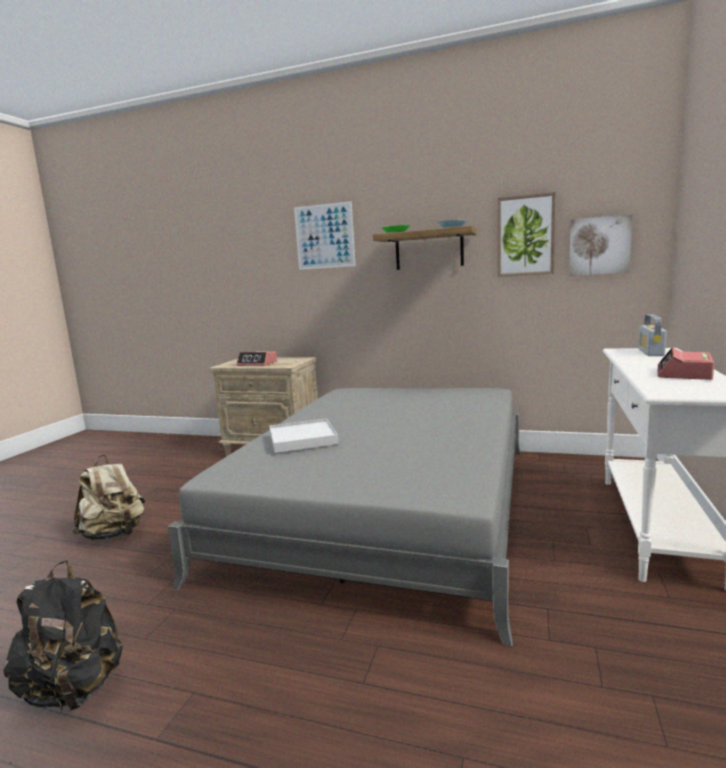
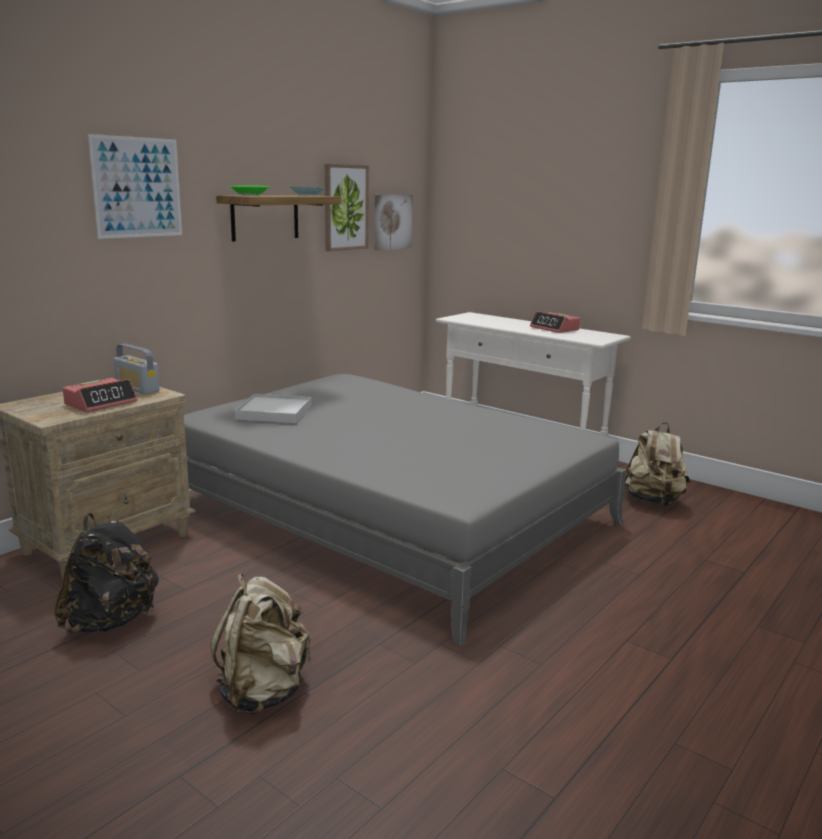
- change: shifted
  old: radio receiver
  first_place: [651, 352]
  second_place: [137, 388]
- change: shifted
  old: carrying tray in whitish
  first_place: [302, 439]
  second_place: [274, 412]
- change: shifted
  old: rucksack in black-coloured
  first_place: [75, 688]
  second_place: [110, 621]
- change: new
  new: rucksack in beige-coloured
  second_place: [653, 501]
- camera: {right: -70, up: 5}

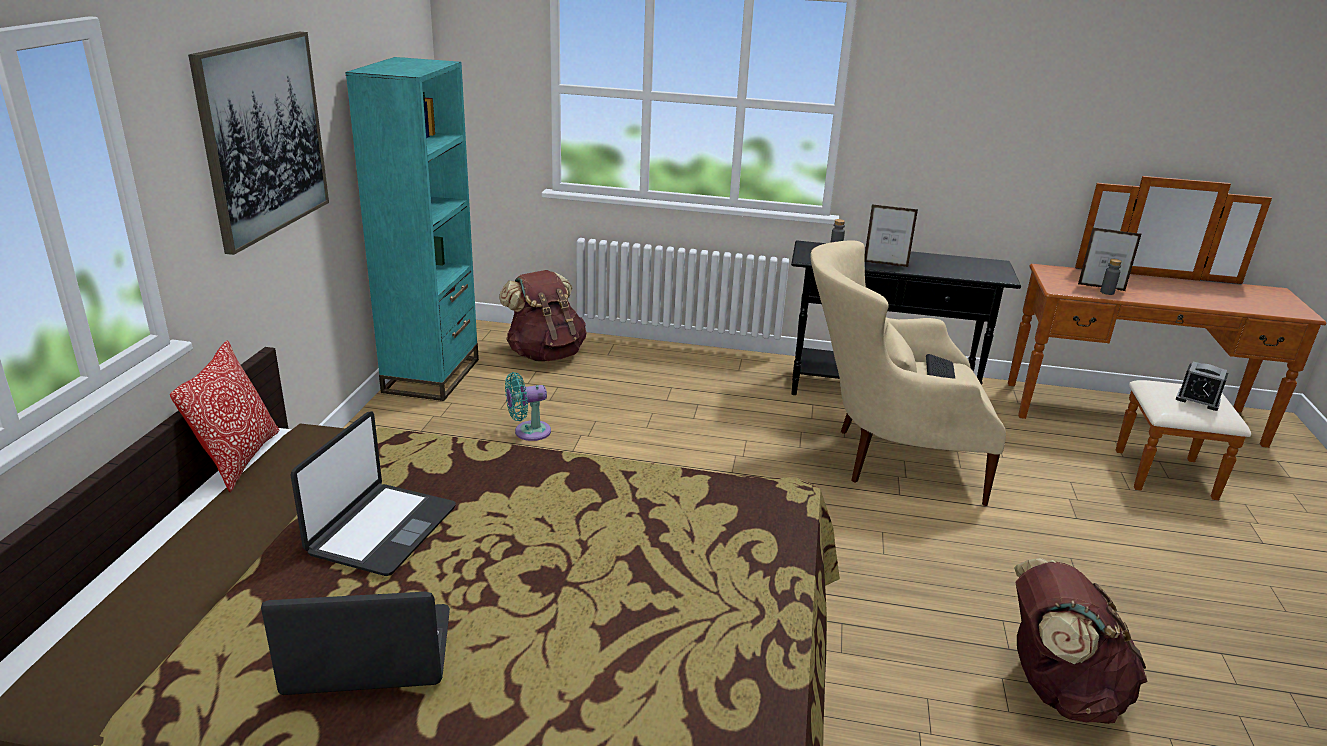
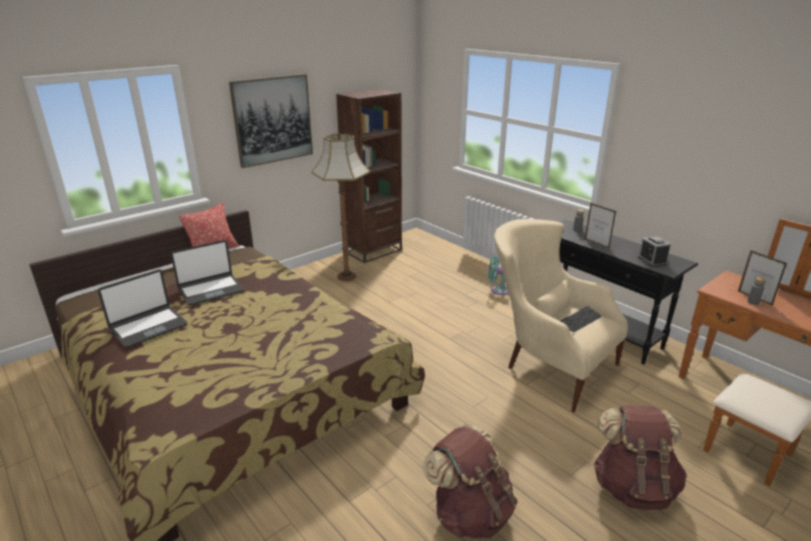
- change: repainted
  old: bookshelf in turquoise-coloured
  new: bookshelf in brownish
  first_place: [432, 375]
  second_place: [373, 251]
- change: shifted
  old: rucksack in brownish
  first_place: [545, 354]
  second_place: [633, 487]
- change: shifted
  old: table clock
  first_place: [1197, 400]
  second_place: [652, 260]
- change: shifted
  old: fan in turquoise-coloured
  first_place: [528, 432]
  second_place: [498, 290]
- change: rotated
  old: portable computer
  first_place: [369, 655]
  second_place: [148, 327]
  degrees: 105
- change: new
  new: standing lamp
  second_place: [346, 276]
- camera: {right: 40, up: 0}

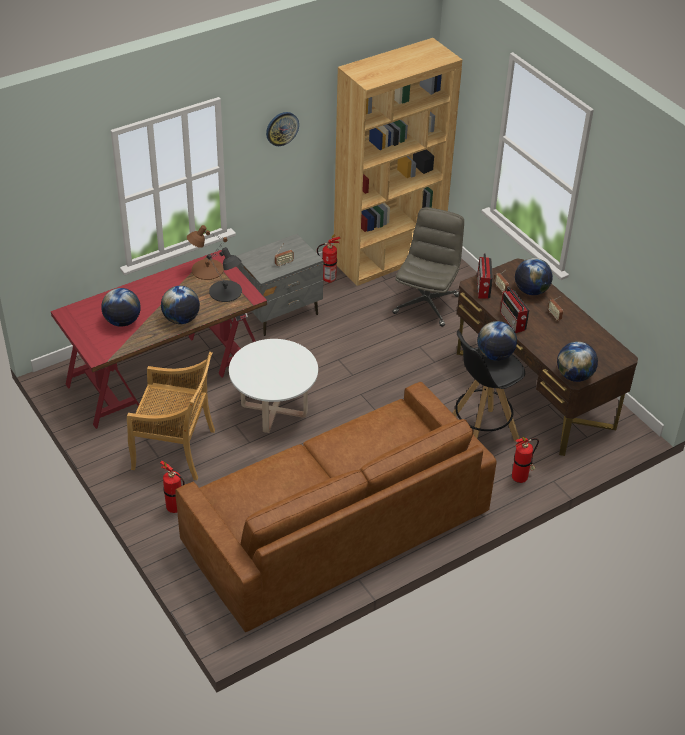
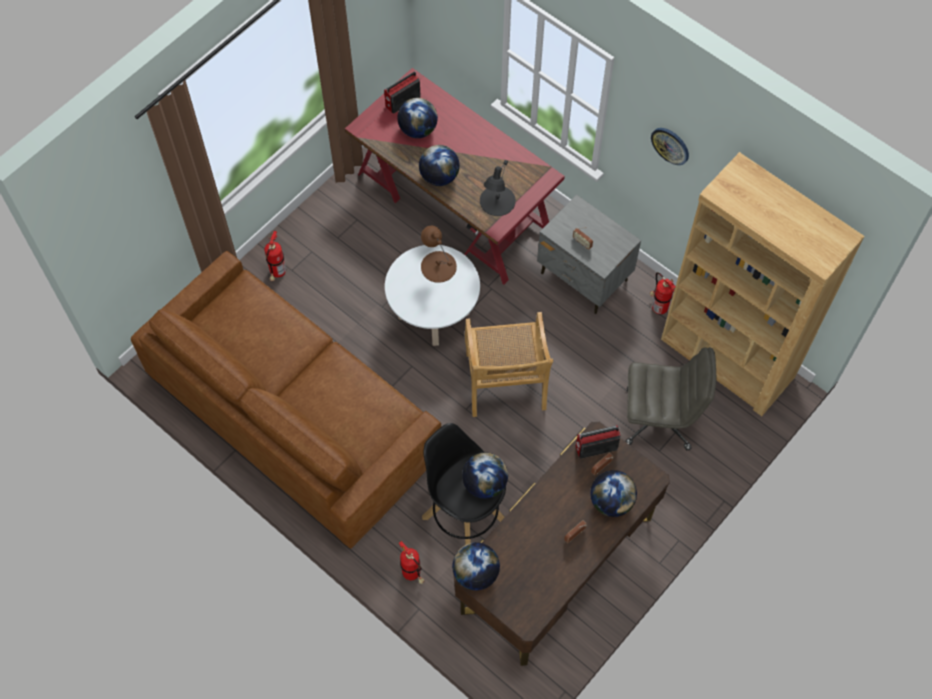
- change: shifted
  old: table lamp in brownish
  first_place: [207, 269]
  second_place: [438, 266]
- change: shifted
  old: radio receiver
  first_place: [513, 321]
  second_place: [402, 101]
- change: shifted
  old: upright chair in beige-coloured
  first_place: [175, 450]
  second_place: [505, 383]
- camera: {right: 75, up: 20}

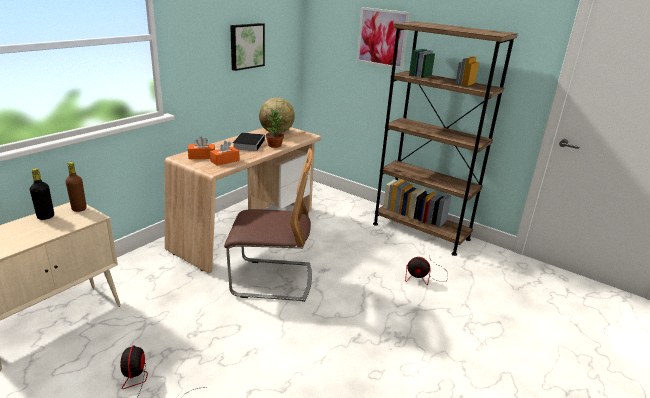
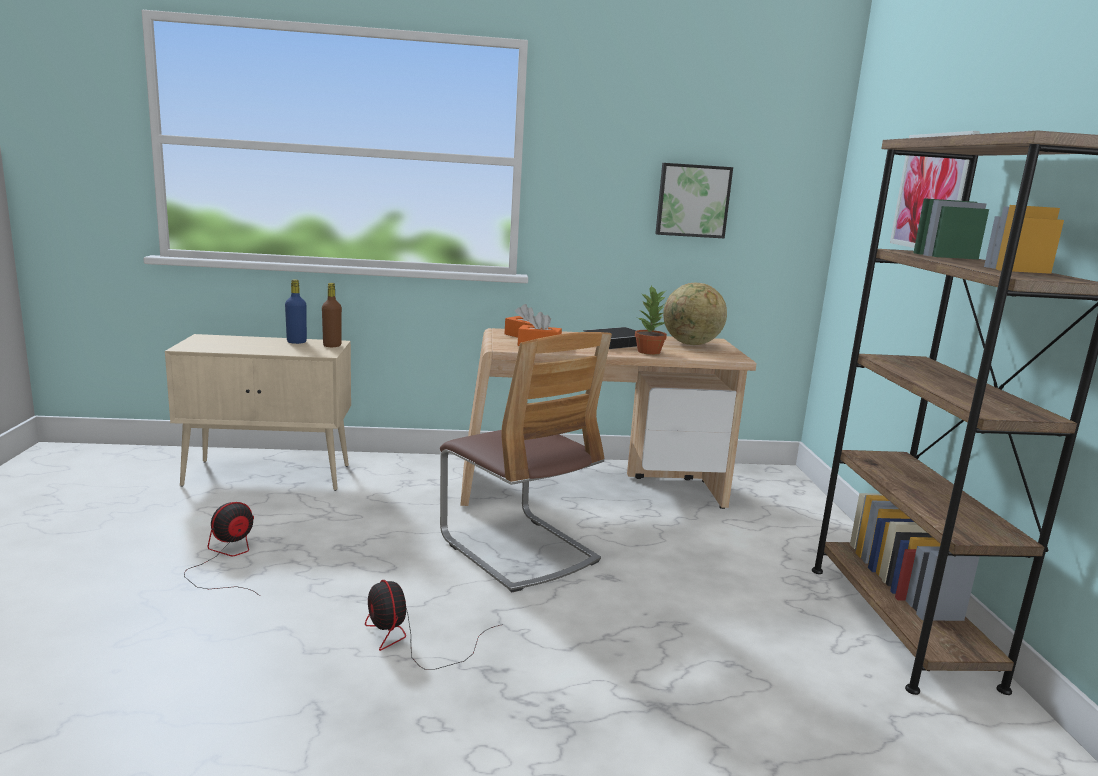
- change: repainted
  old: beverage bottle in black-coloured
  new: beverage bottle in blue-coloured
  first_place: [46, 217]
  second_place: [296, 342]
- change: shifted
  old: fan
  first_place: [424, 276]
  second_place: [411, 641]
- camera: {right: 50, up: -10}

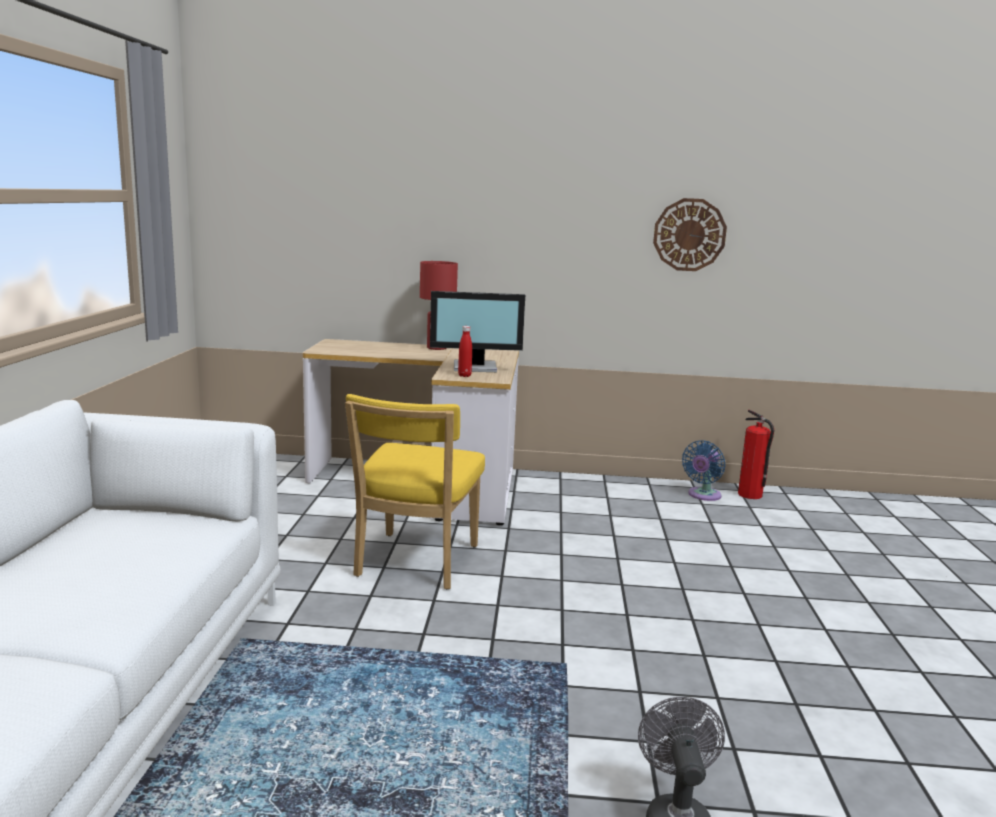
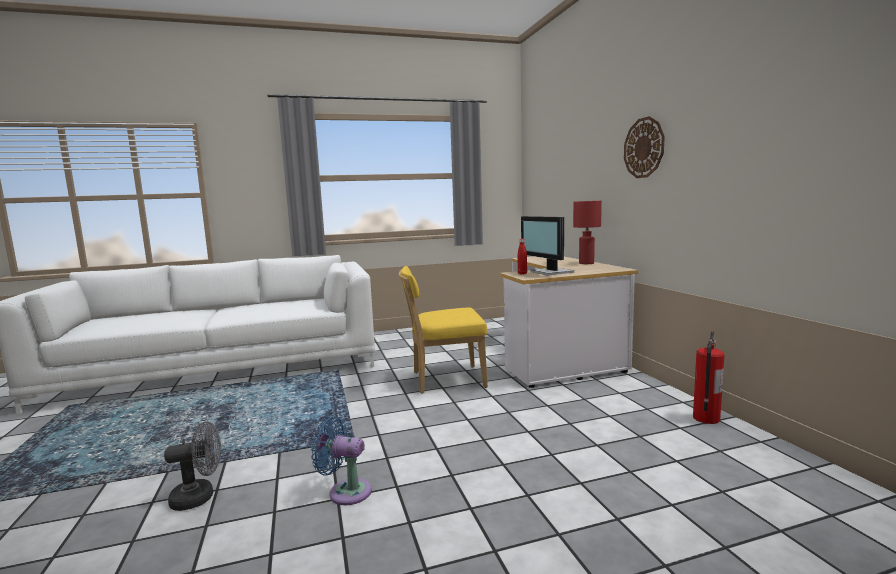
- change: shifted
  old: wall clock
  first_place: [689, 235]
  second_place: [644, 148]
- change: shifted
  old: extinguisher
  first_place: [750, 495]
  second_place: [706, 418]
- change: shifted
  old: fan in blue-coloured
  first_place: [703, 495]
  second_place: [346, 491]
- camera: {right: 70, up: -5}

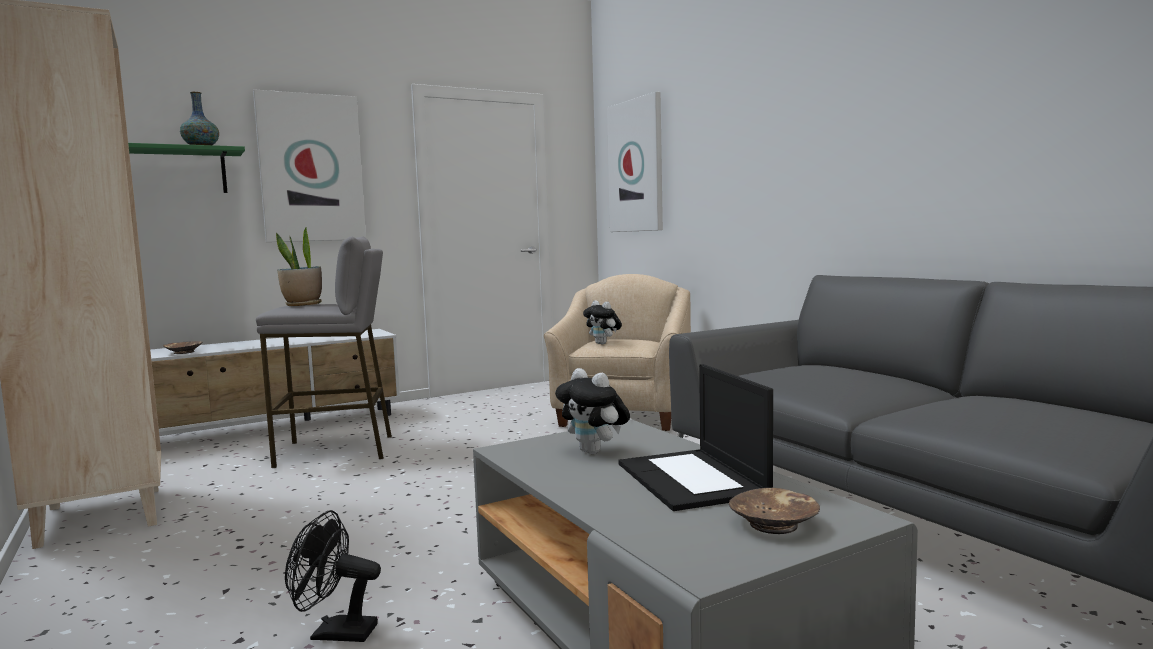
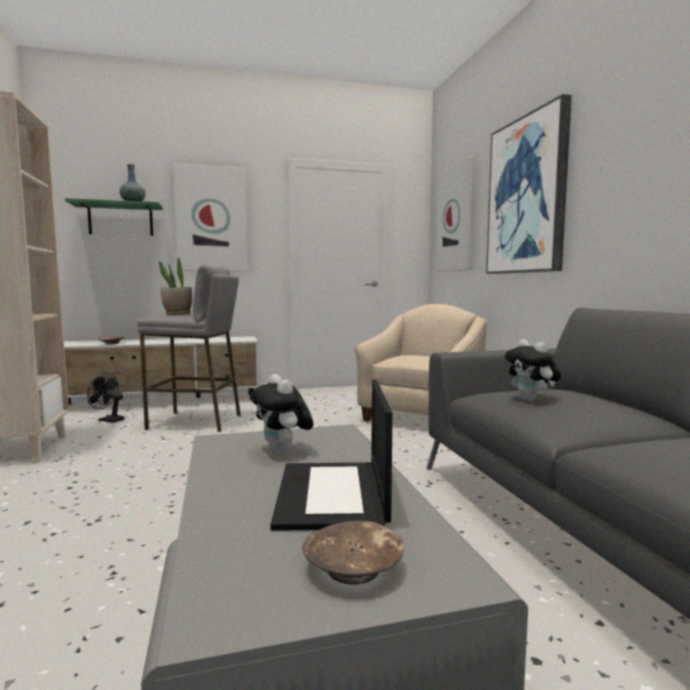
- change: shifted
  old: plush toy
  first_place: [603, 344]
  second_place: [531, 400]
- change: shifted
  old: fan in black-coloured
  first_place: [334, 633]
  second_place: [108, 420]
- change: new
  new: wall art
  second_place: [527, 196]
- camera: {right: 15, up: 0}

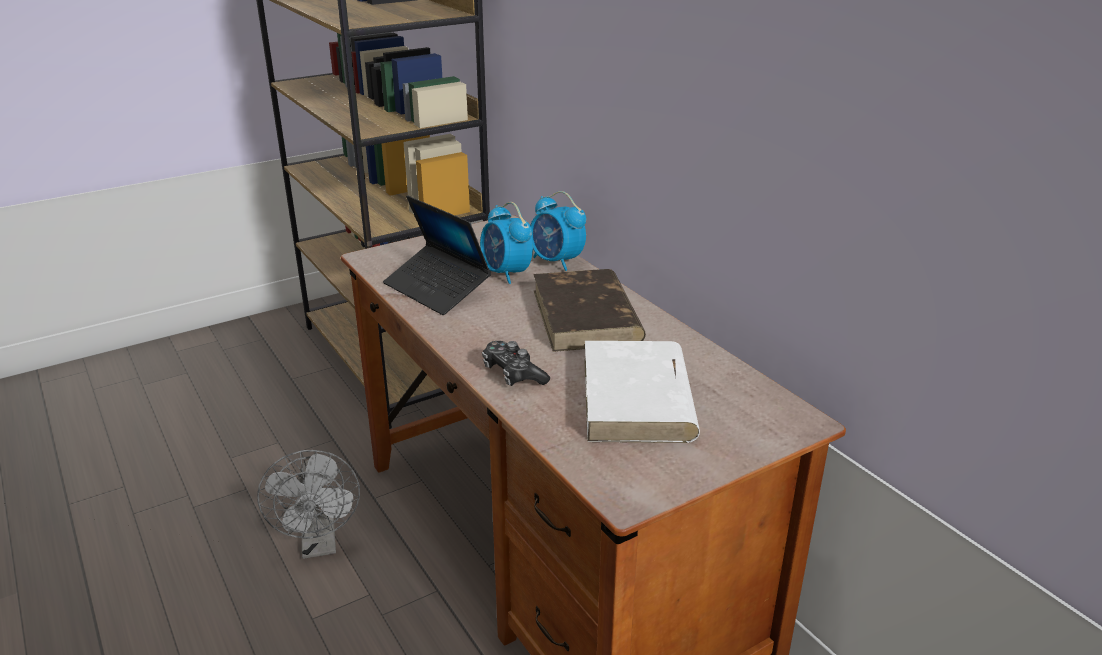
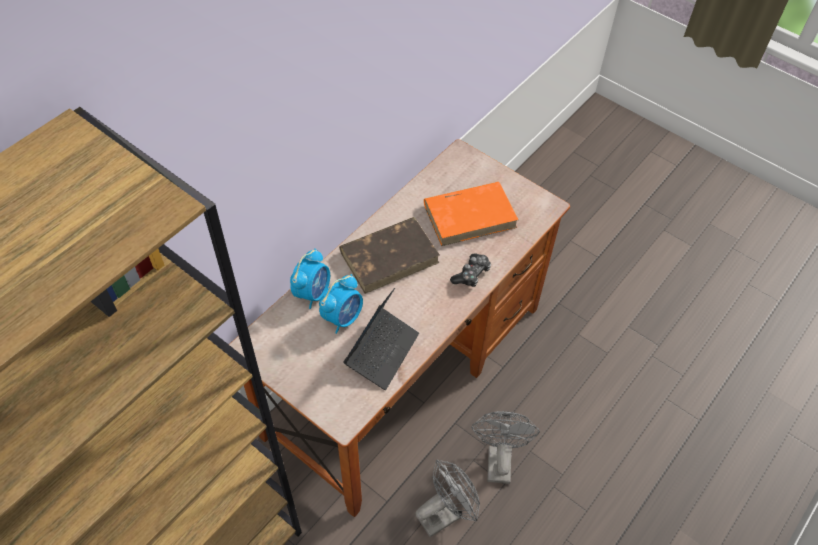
- change: repainted
  old: volume in whitish
  new: volume in orangey
  first_place: [637, 399]
  second_place: [470, 215]
- change: new
  new: fan in greyish
  second_place: [498, 459]
- camera: {right: -110, up: 25}

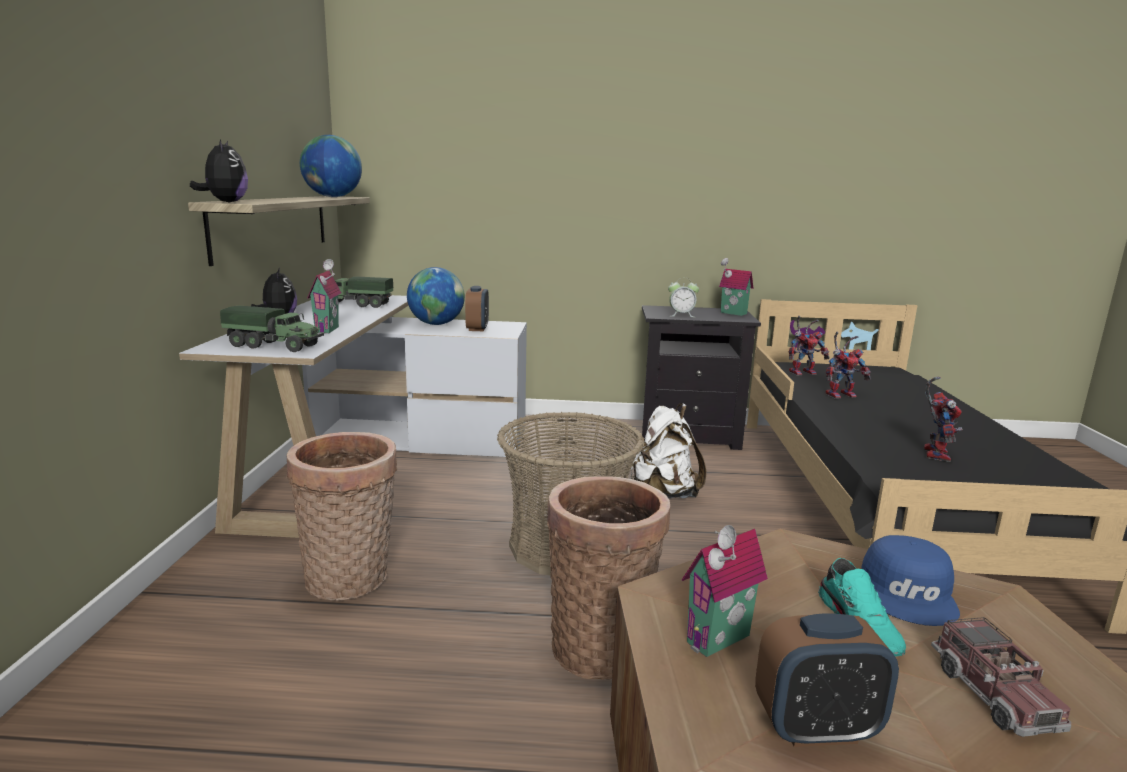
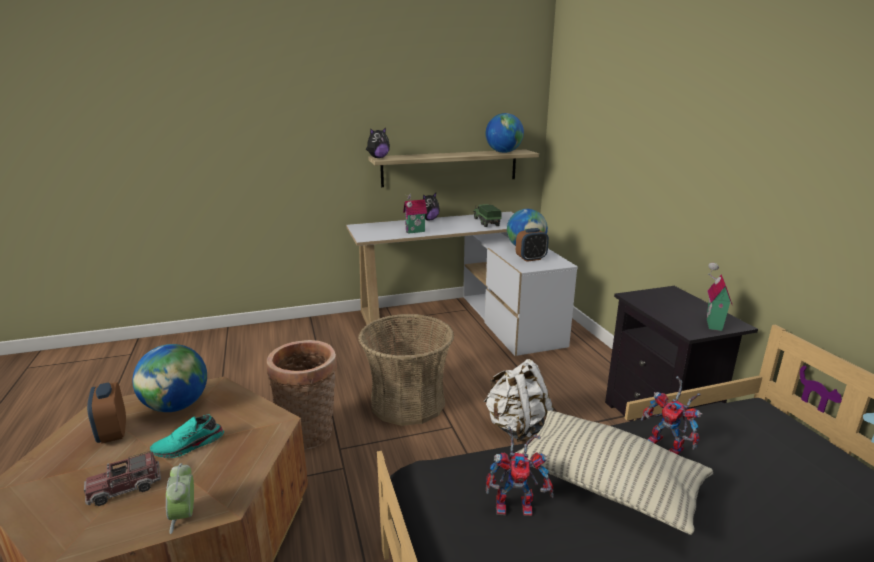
- change: shifted
  old: table clock
  first_place: [681, 315]
  second_place: [184, 516]
- change: gone
  old: model truck
  first_place: [275, 346]
- change: gone
  old: model robot
  first_place: [803, 372]
- change: gone
  old: storage basket
  first_place: [351, 580]
- change: swapped
  old: miniature house
  new: world globe
  first_place: [721, 641]
  second_place: [177, 406]
- change: gone
  old: peaked cap in blue-coloured
  first_place: [909, 593]
- change: new
  new: cushion
  second_place: [607, 484]
- camera: {right: 70, up: 5}

